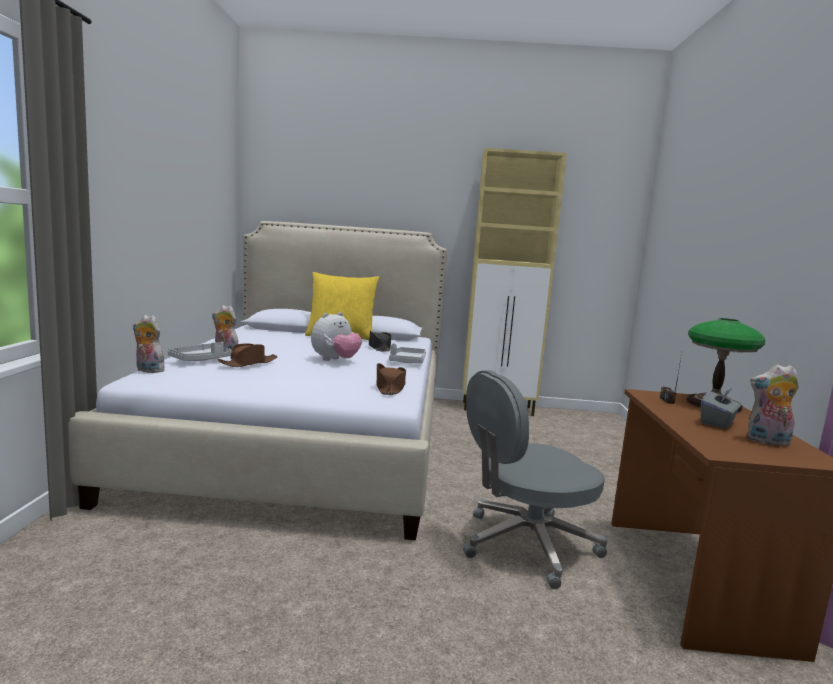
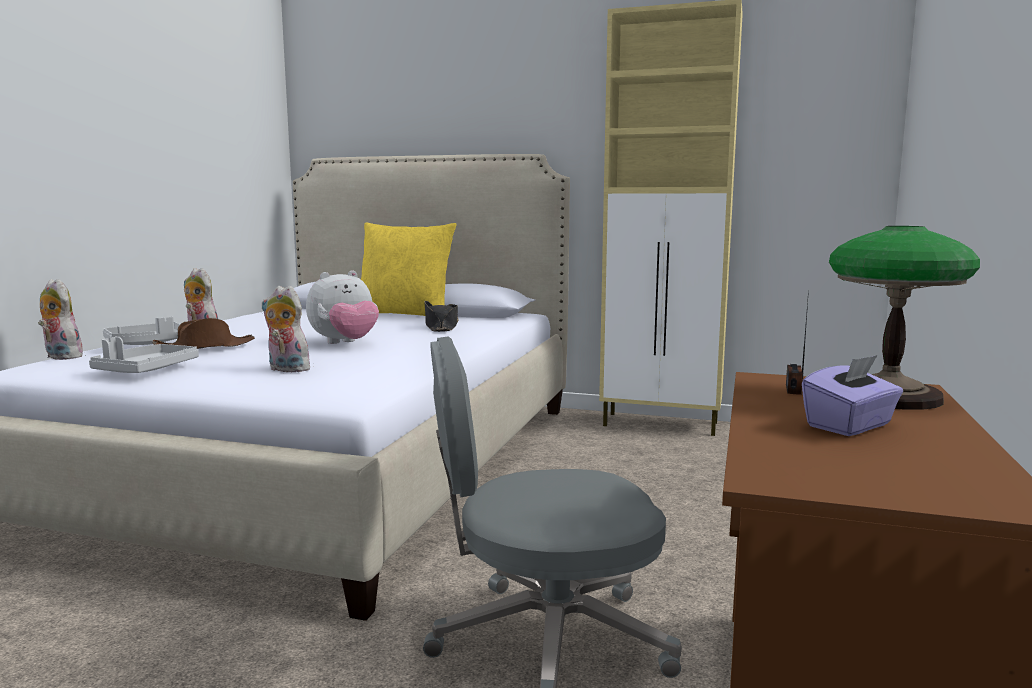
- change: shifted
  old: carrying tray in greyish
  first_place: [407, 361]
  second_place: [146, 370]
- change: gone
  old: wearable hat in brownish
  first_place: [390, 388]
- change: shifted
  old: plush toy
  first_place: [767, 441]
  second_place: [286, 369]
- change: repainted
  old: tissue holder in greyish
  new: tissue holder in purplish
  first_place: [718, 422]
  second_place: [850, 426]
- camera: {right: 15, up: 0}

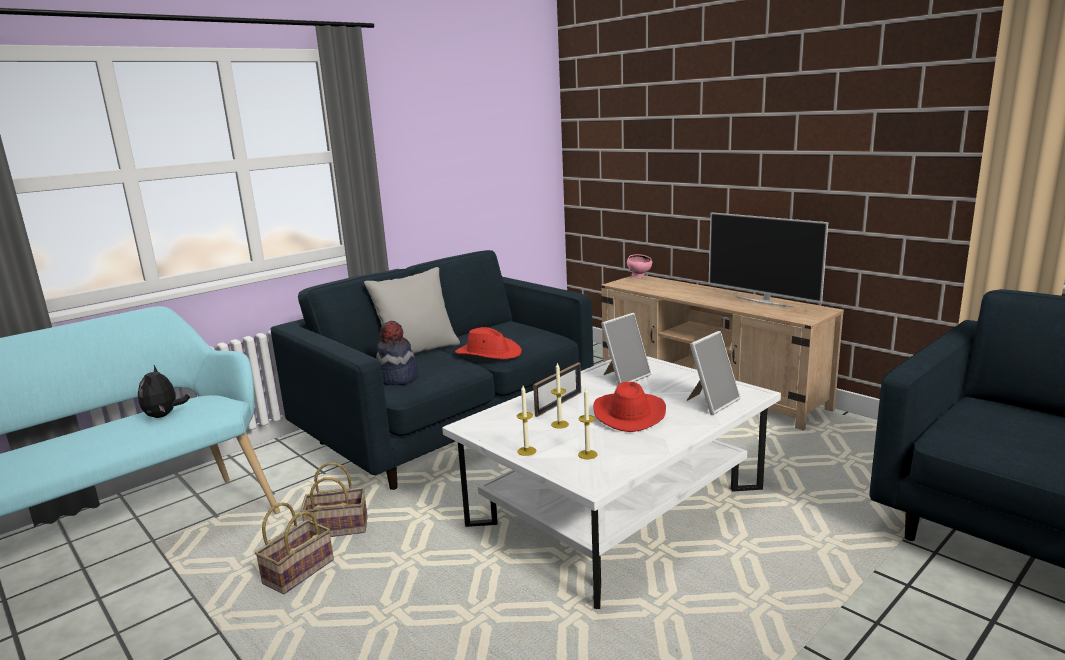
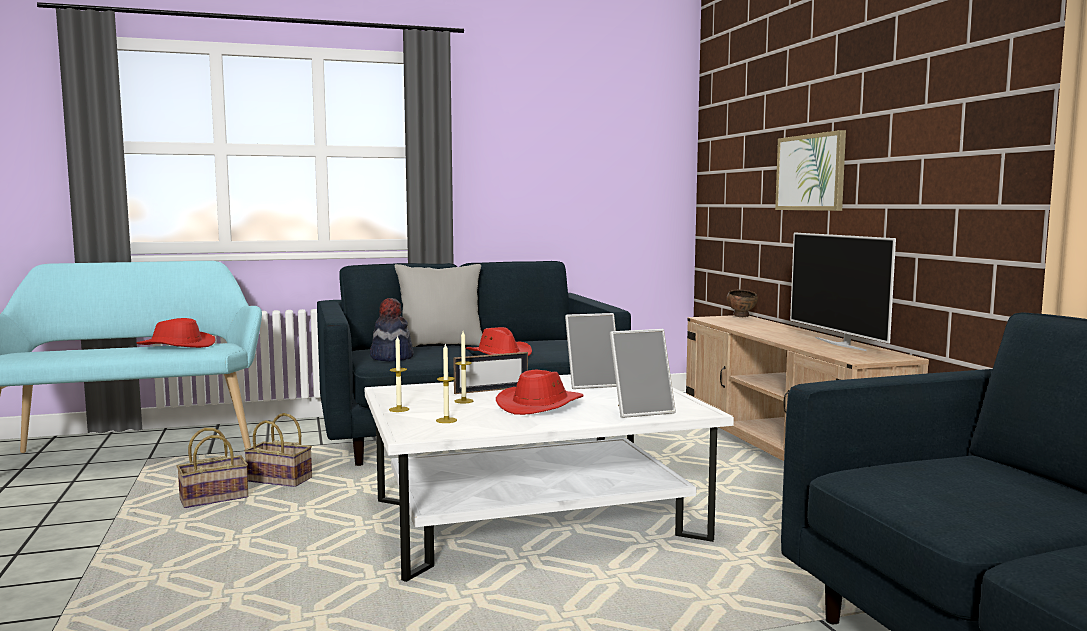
- change: repainted
  old: serving bowl in pinkish
  new: serving bowl in brownish
  first_place: [639, 277]
  second_place: [742, 316]
- change: swapped
  old: plush toy
  new: wearable hat in red-coloured
  first_place: [164, 415]
  second_place: [176, 346]
- change: new
  new: wall art
  second_place: [811, 172]
- camera: {right: 25, up: -10}

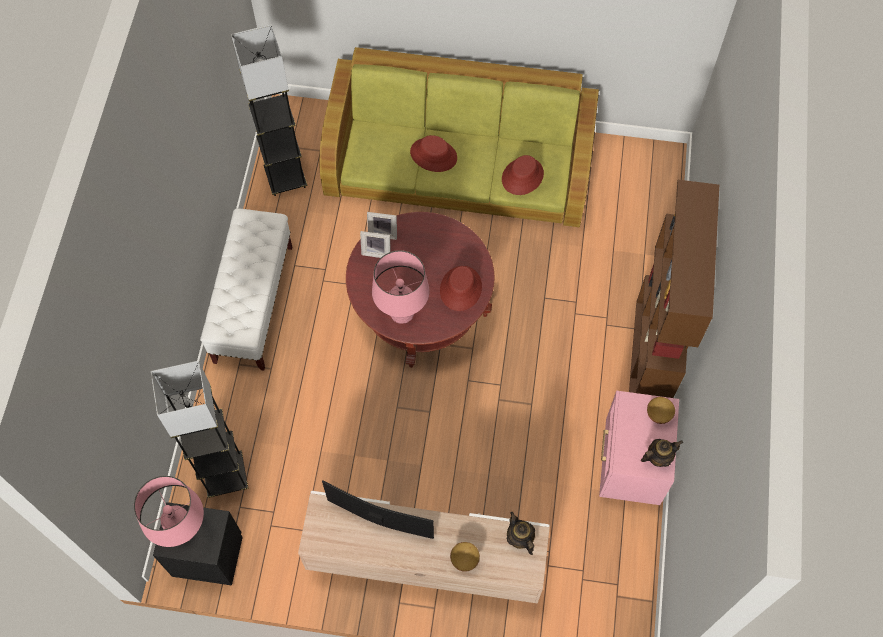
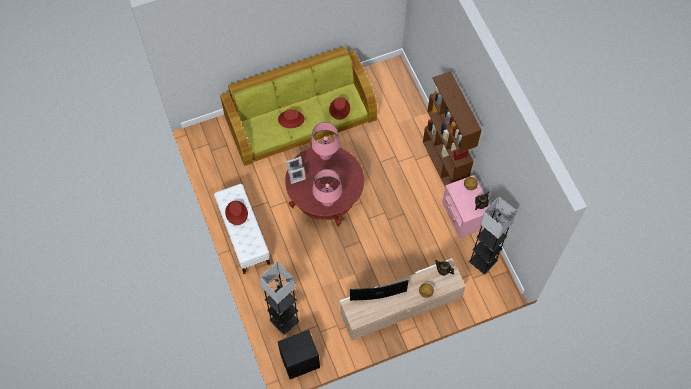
- change: shifted
  old: standing lamp in greyish
  first_place: [286, 178]
  second_place: [482, 262]
- change: shifted
  old: wearable hat in red-coloured
  first_place: [460, 288]
  second_place: [236, 213]
- change: shifted
  old: table lamp in pinkish
  first_place: [183, 530]
  second_place: [326, 155]
- camera: {right: -30, up: 0}

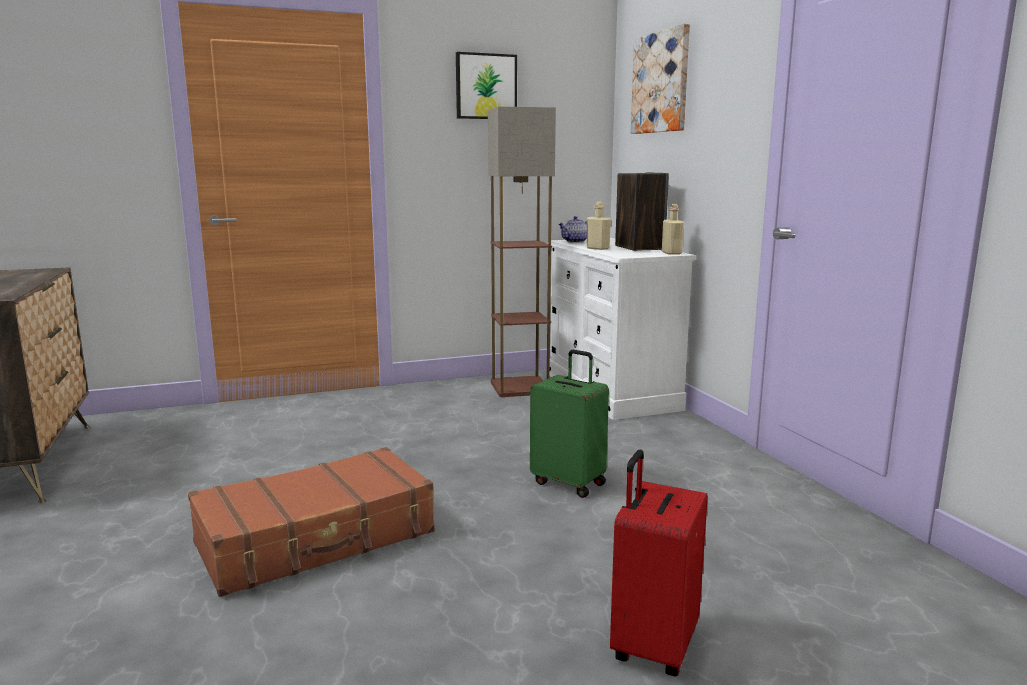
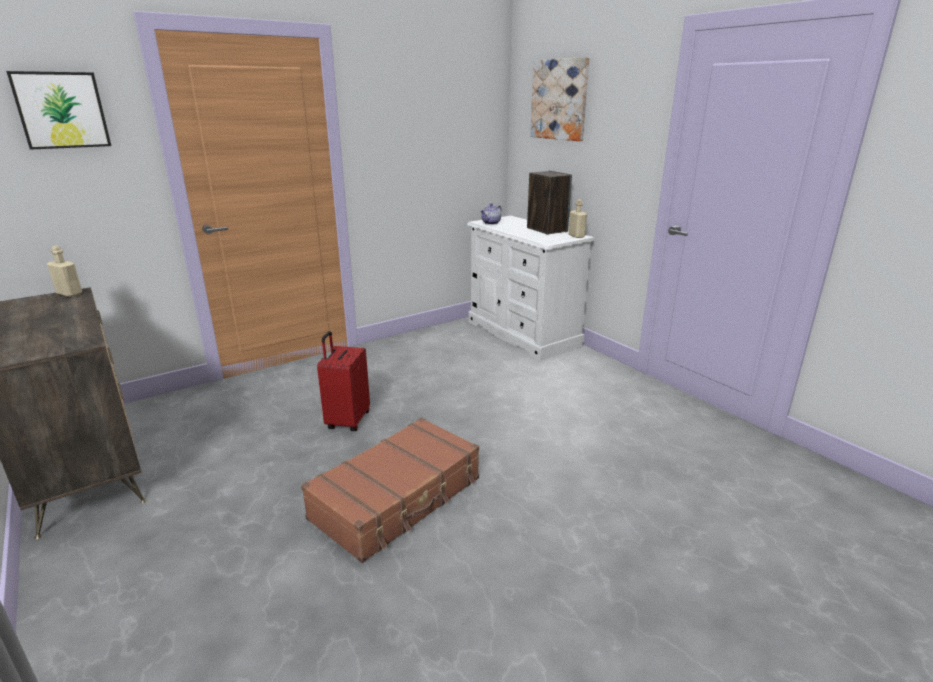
- change: shifted
  old: wall art
  first_place: [485, 86]
  second_place: [61, 110]
- change: gone
  old: standing lamp
  first_place: [521, 388]
- change: shifted
  old: beverage bottle in beige-coloured
  first_place: [598, 248]
  second_place: [69, 294]
- change: gone
  old: suitcase in green-coloured
  first_place: [569, 483]
- change: shifted
  old: suitcase in red-coloured
  first_place: [652, 645]
  second_place: [347, 421]
- camera: {right: -15, up: 10}

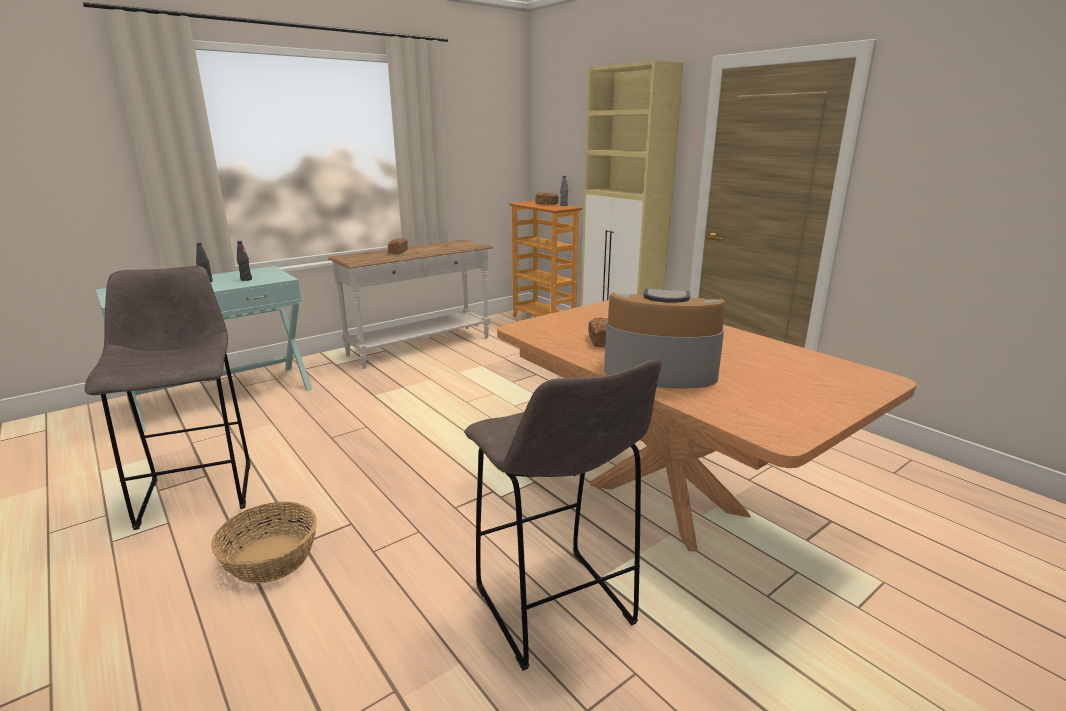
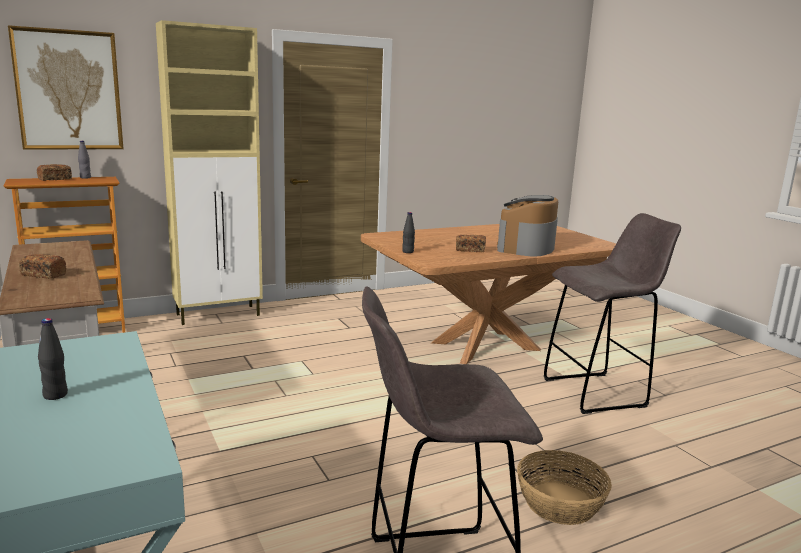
- change: shifted
  old: beverage bottle in black-coloured
  first_place: [246, 279]
  second_place: [408, 252]
- change: new
  new: wall art
  second_place: [68, 90]
- camera: {right: -80, up: -5}

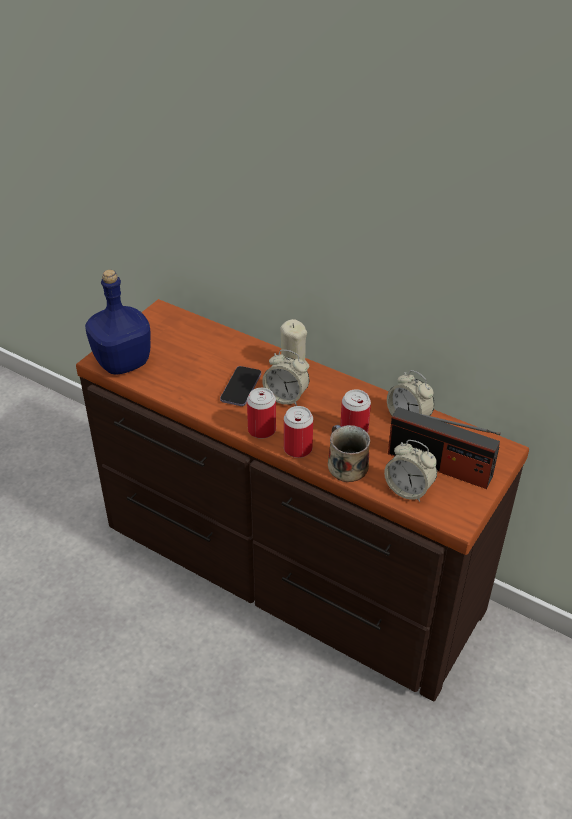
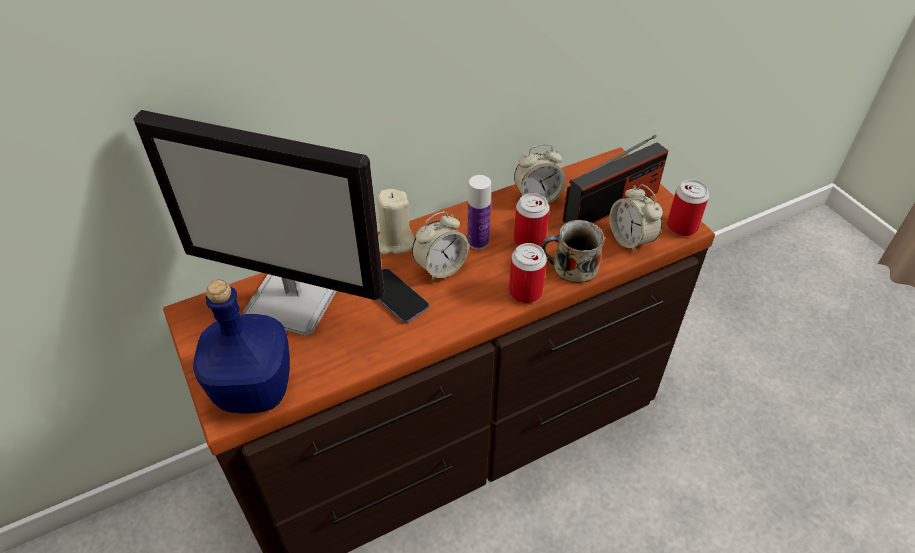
- change: shifted
  old: can
  first_place: [262, 430]
  second_place: [682, 226]
- change: rotated
  old: table clock
  first_place: [408, 490]
  second_place: [630, 239]
  degrees: 90
- change: new
  new: computer screen
  second_place: [295, 300]
- change: new
  new: beverage bottle
  second_place: [478, 242]
- camera: {right: -60, up: 5}

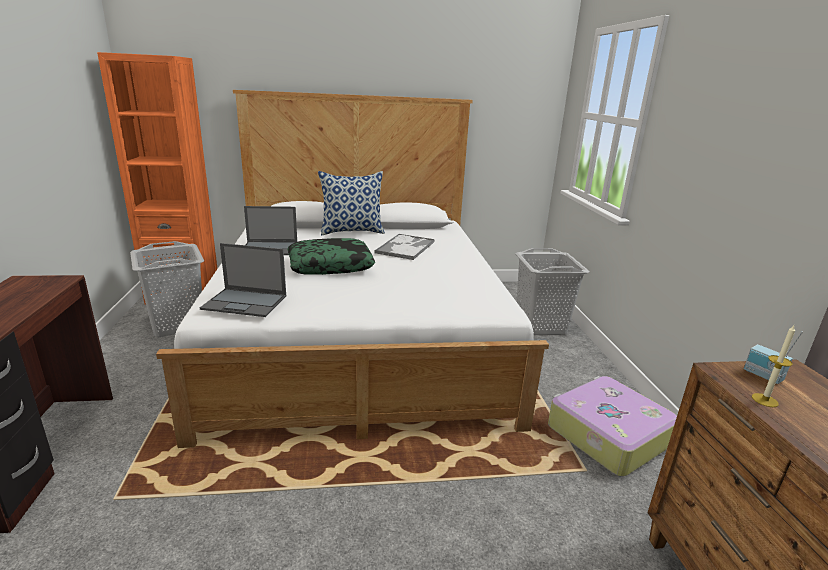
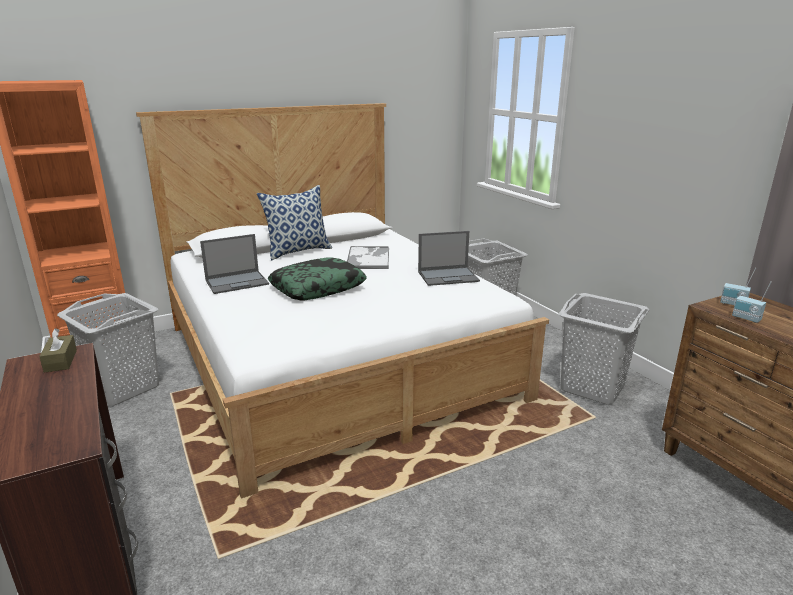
- change: shifted
  old: portable computer
  first_place: [246, 302]
  second_place: [448, 276]
- change: swapped
  old: candle
  new: radio receiver
  first_place: [764, 400]
  second_place: [746, 319]
- change: swapped
  old: suitcase
  new: washing basket in greyish
  first_place: [606, 435]
  second_place: [592, 387]
- change: new
  new: tissue holder in brownish
  second_place: [60, 361]
- camera: {right: -20, up: 0}

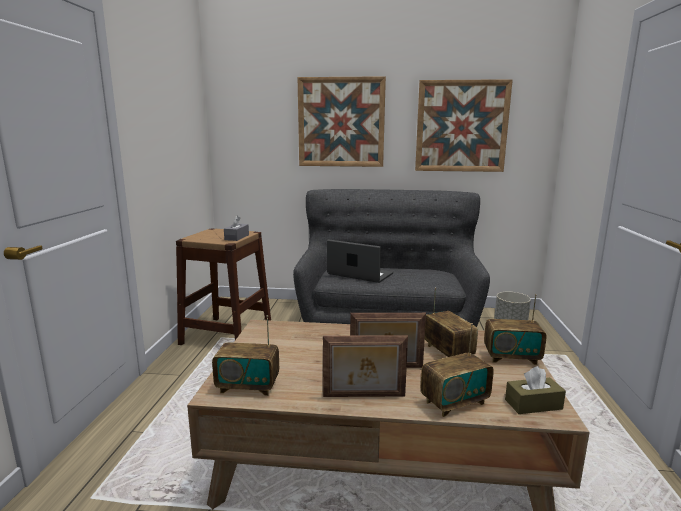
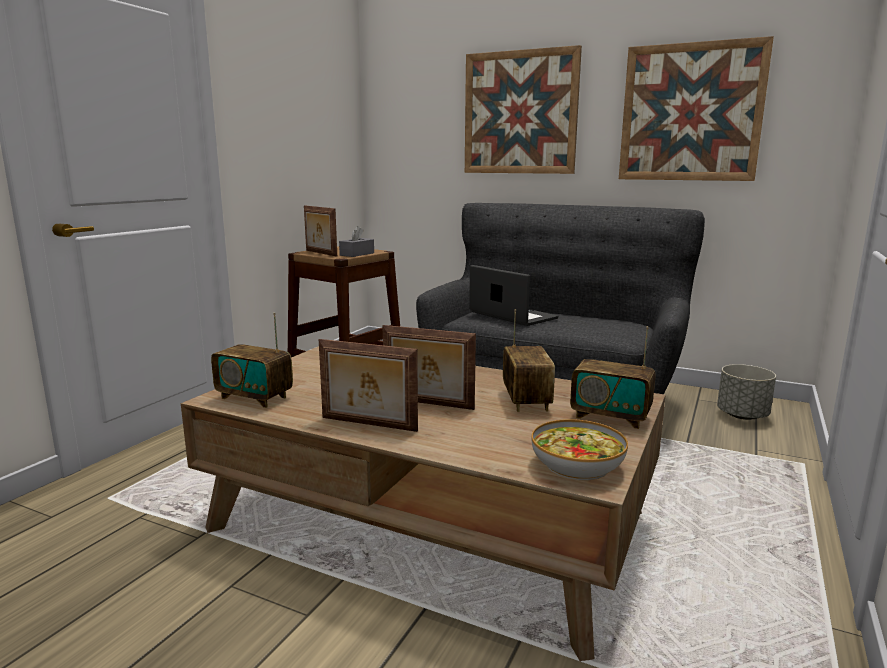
- change: gone
  old: radio receiver
  first_place: [454, 402]
- change: swapped
  old: tissue holder in brownish
  new: serving bowl
  first_place: [533, 404]
  second_place: [576, 465]
- change: new
  new: photo frame
  second_place: [320, 253]
- camera: {right: 20, up: 0}

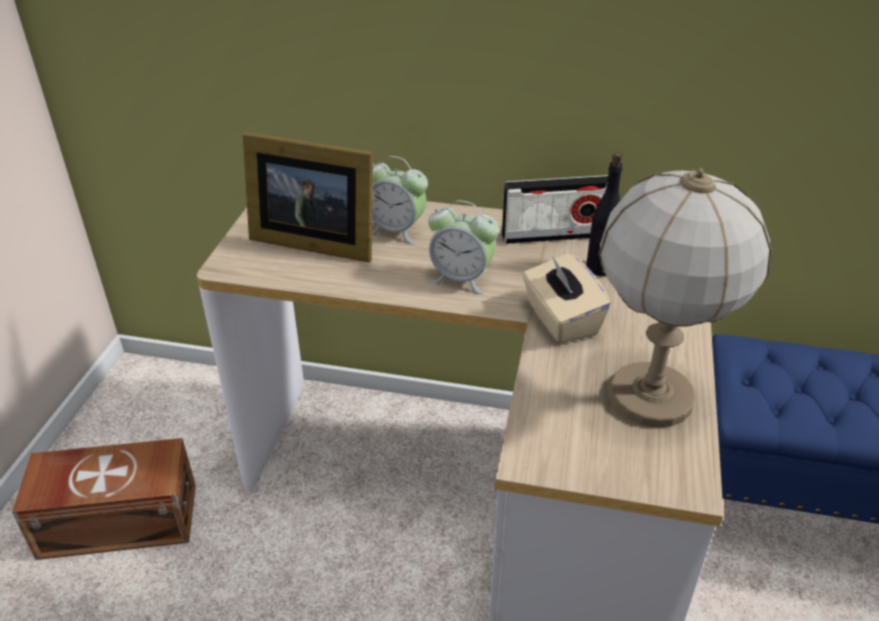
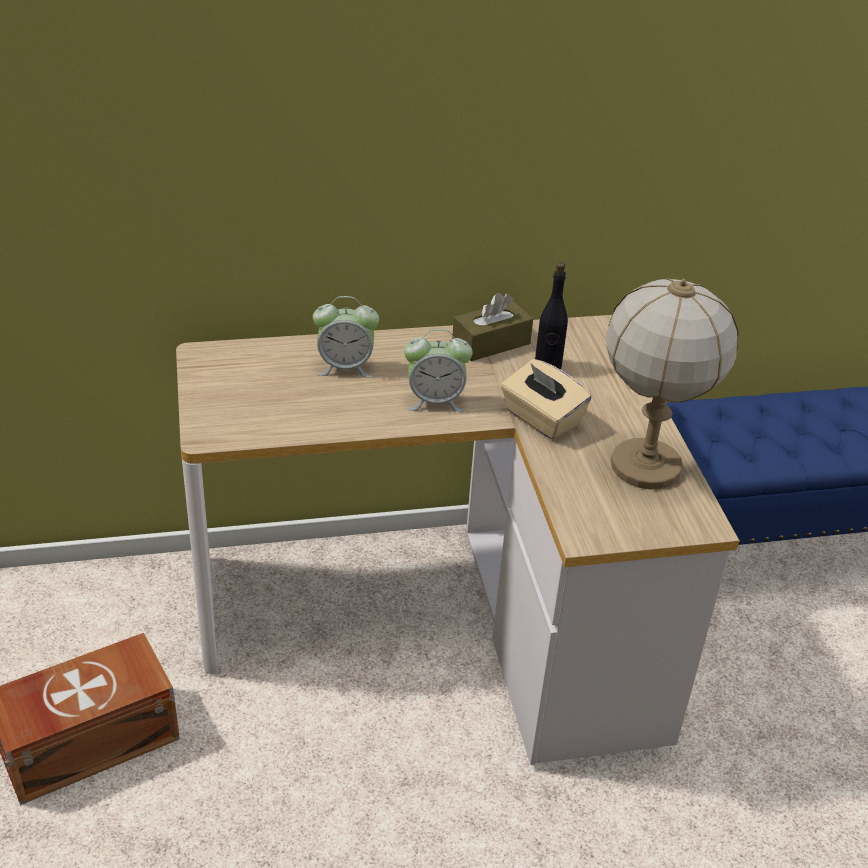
- change: gone
  old: photo frame
  first_place: [312, 240]
- change: swapped
  old: radio receiver
  new: tissue holder in brownish
  first_place: [554, 235]
  second_place: [491, 343]
- camera: {right: -25, up: 0}

